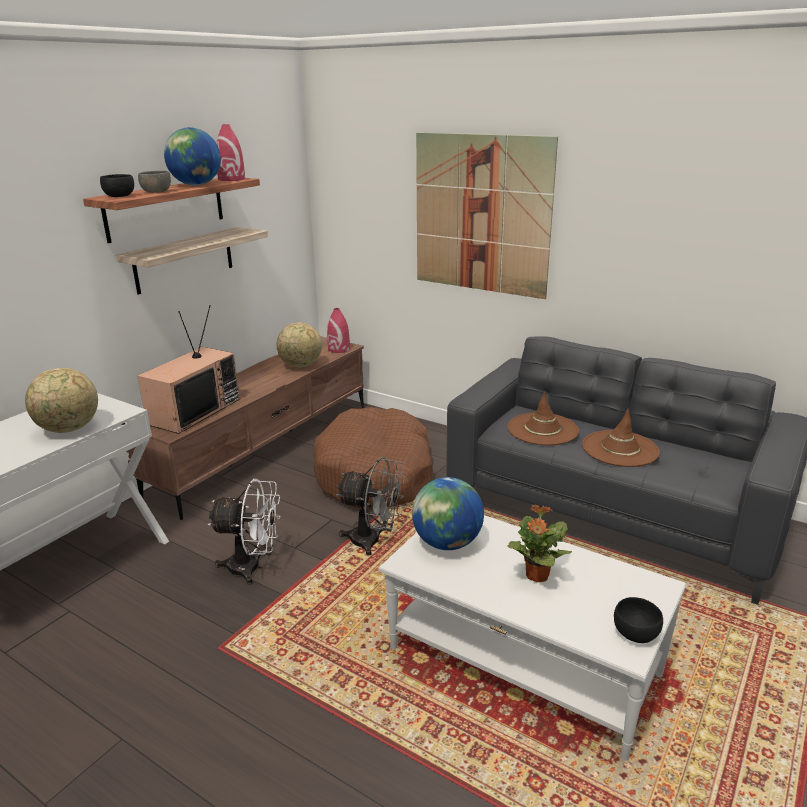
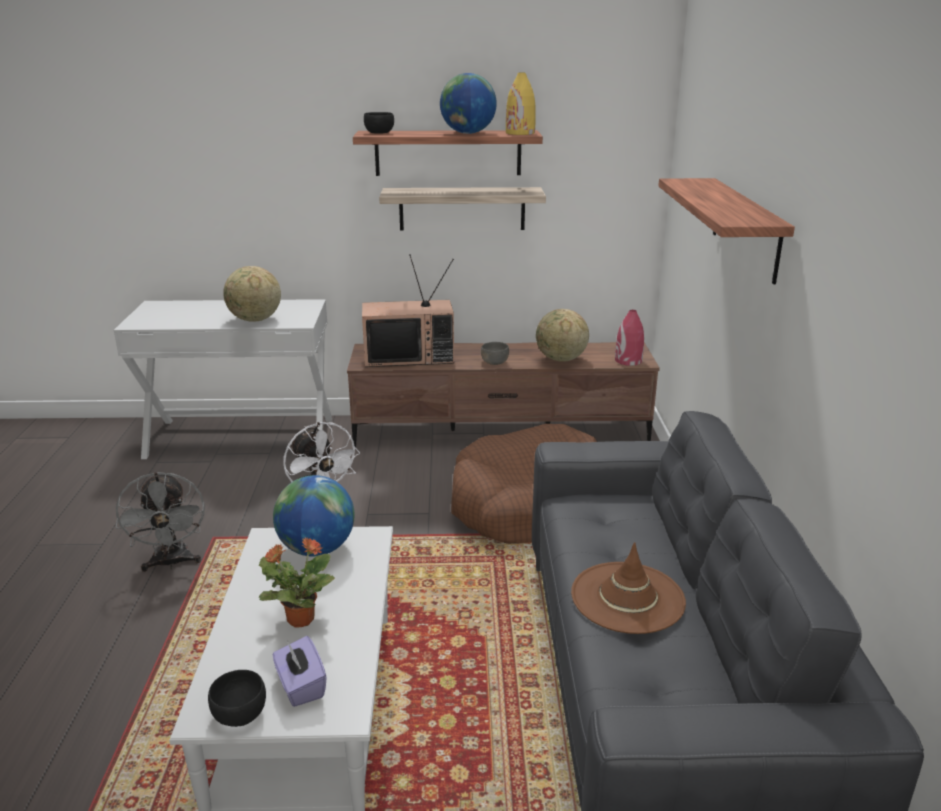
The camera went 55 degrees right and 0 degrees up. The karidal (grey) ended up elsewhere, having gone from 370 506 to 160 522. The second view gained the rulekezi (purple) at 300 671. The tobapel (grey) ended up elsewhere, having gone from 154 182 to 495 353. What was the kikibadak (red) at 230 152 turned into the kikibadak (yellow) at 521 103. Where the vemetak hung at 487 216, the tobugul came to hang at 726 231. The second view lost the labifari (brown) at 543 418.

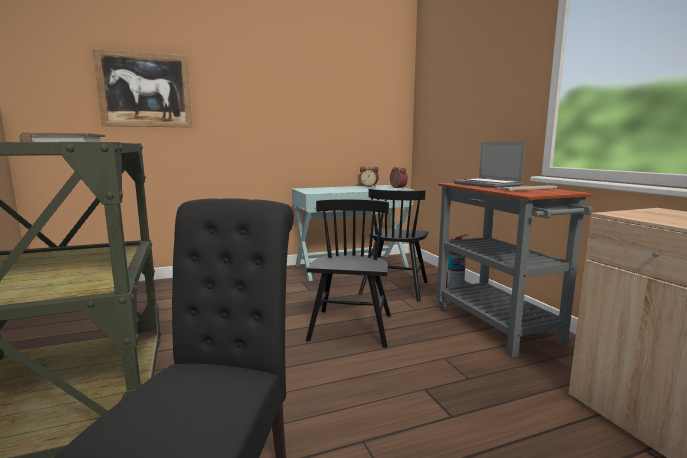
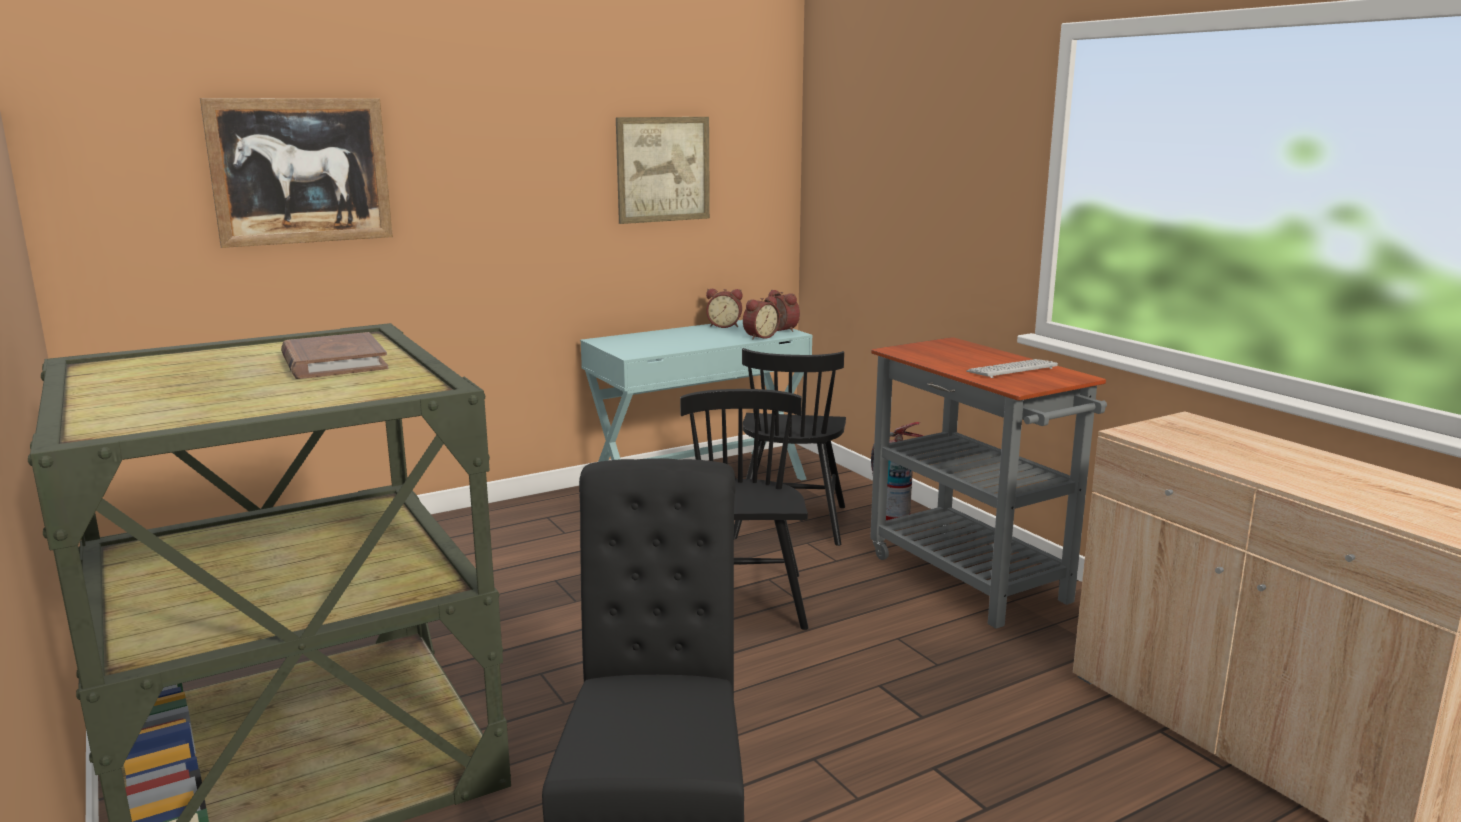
The camera went 10 degrees left and 5 degrees up. The second view gained the vemetak at 663 170. The second view gained the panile at 761 318. The second view lost the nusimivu at 489 165.

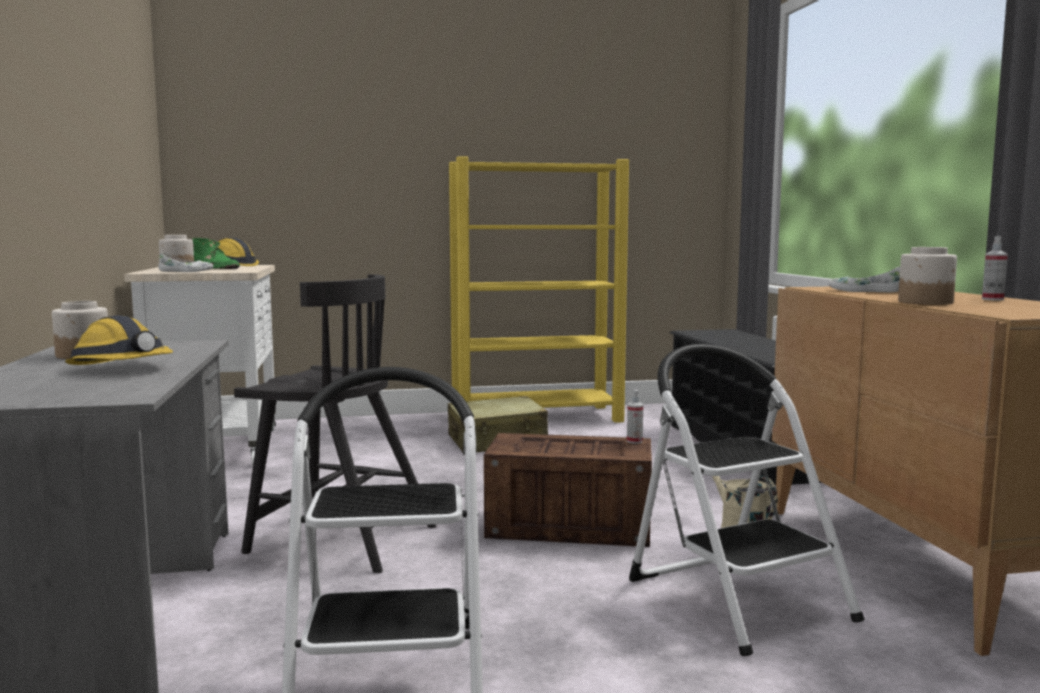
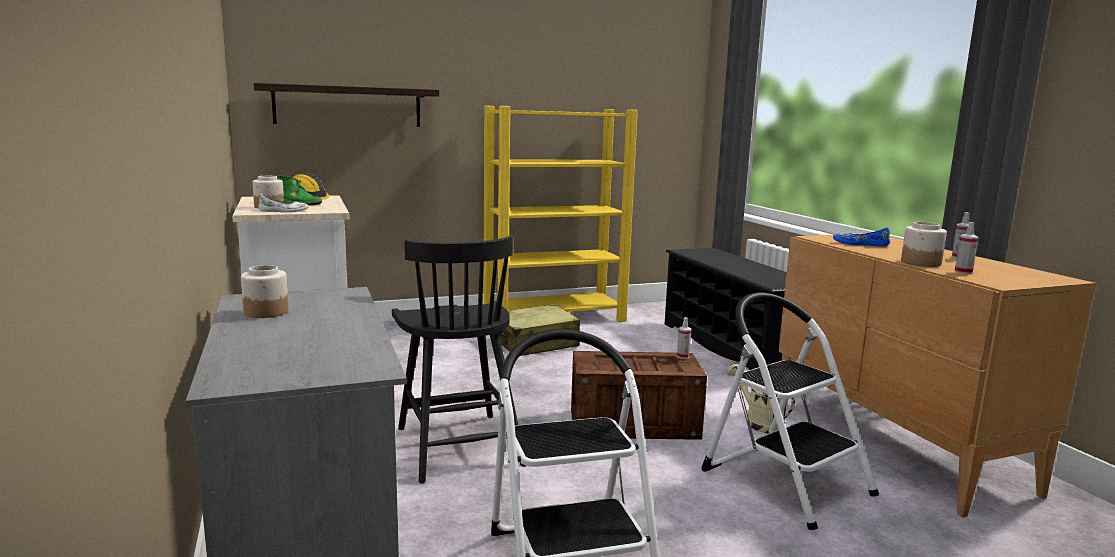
The camera went 10 degrees left and 5 degrees up. The second view gained the tobugul at 346 105. The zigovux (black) at 335 423 ended up facing another way, 60 degrees clockwise from before. What was the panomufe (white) at 864 279 turned into the panomufe (blue) at 861 237. The second view gained the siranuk at 966 248. The second view lost the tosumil at 119 340.

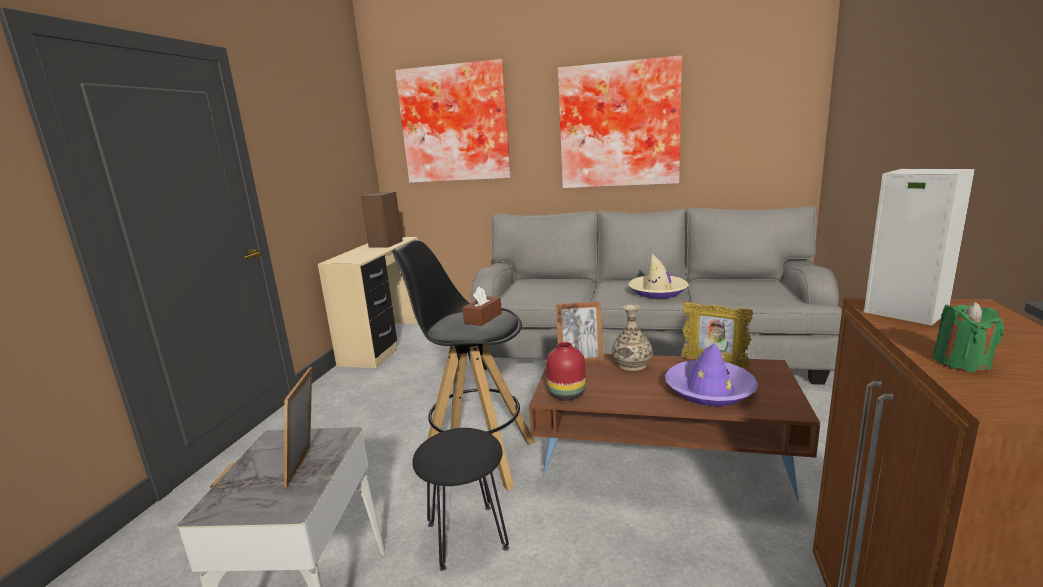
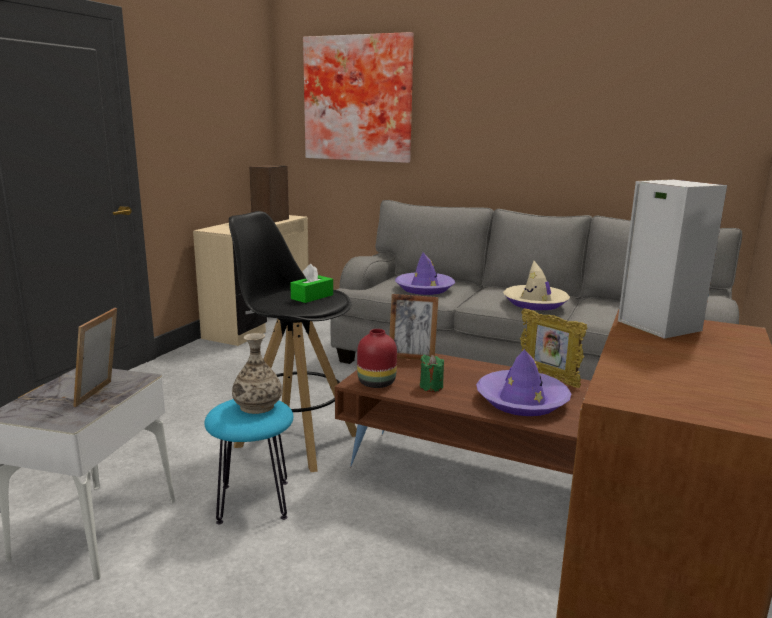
The camera went 10 degrees right and 0 degrees up. What was the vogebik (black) at 460 499 turned into the vogebik (turquoise) at 248 461. The kikibadak ended up elsewhere, having gone from 632 337 to 257 373. What was the rulekezi (brown) at 482 306 turned into the rulekezi (green) at 311 283. The second view gained the labifari (purple) at 425 274. The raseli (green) ended up elsewhere, having gone from 968 337 to 432 373. The second view lost the vemetak at 620 121.

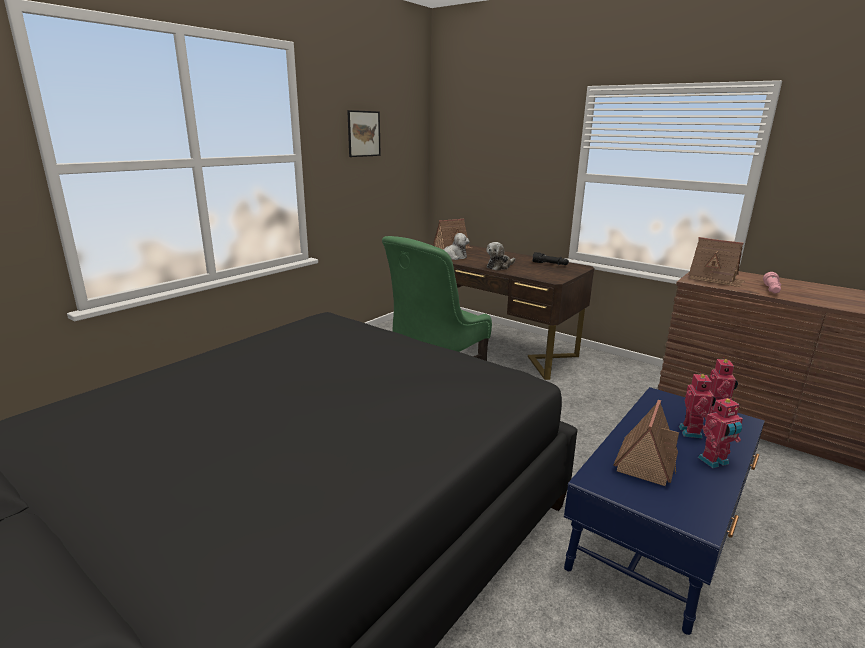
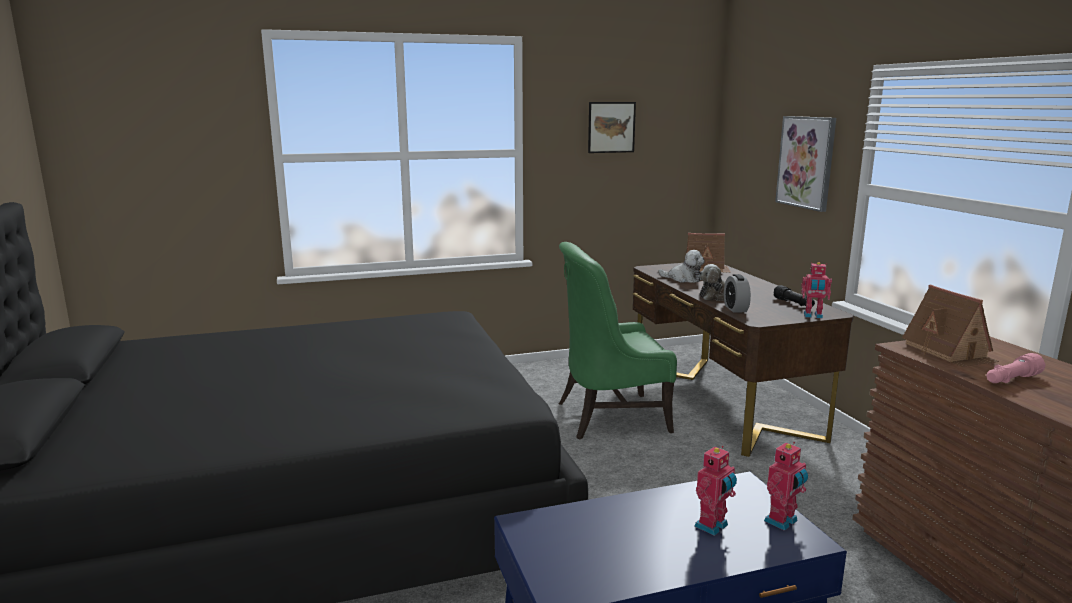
The camera went 35 degrees right and 5 degrees down. The second view gained the panile at 737 293. The second view gained the vemetak at 805 164. The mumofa ended up elsewhere, having gone from 720 433 to 816 290. The second view lost the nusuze at 646 443.

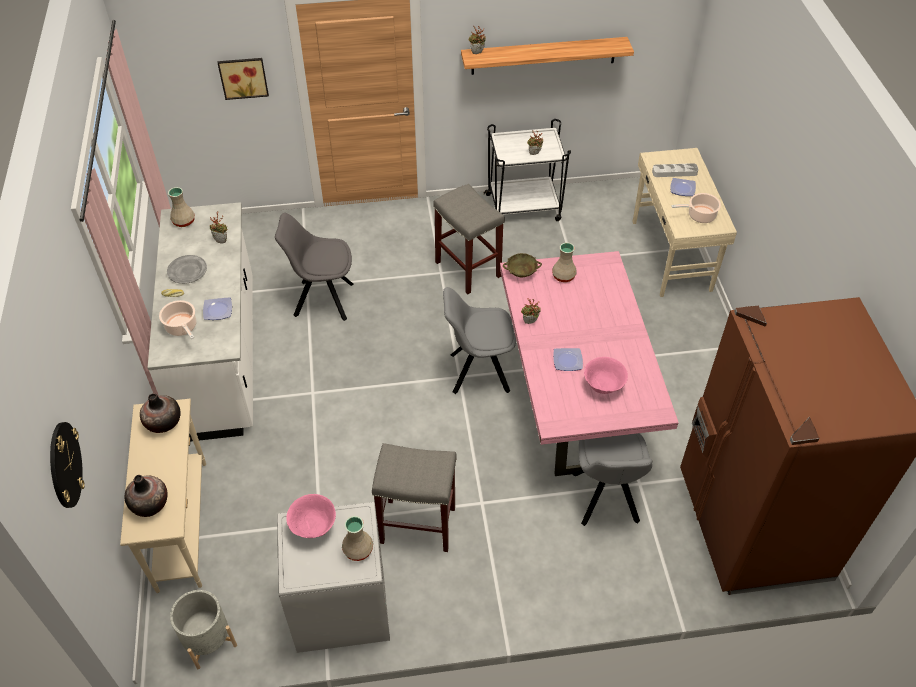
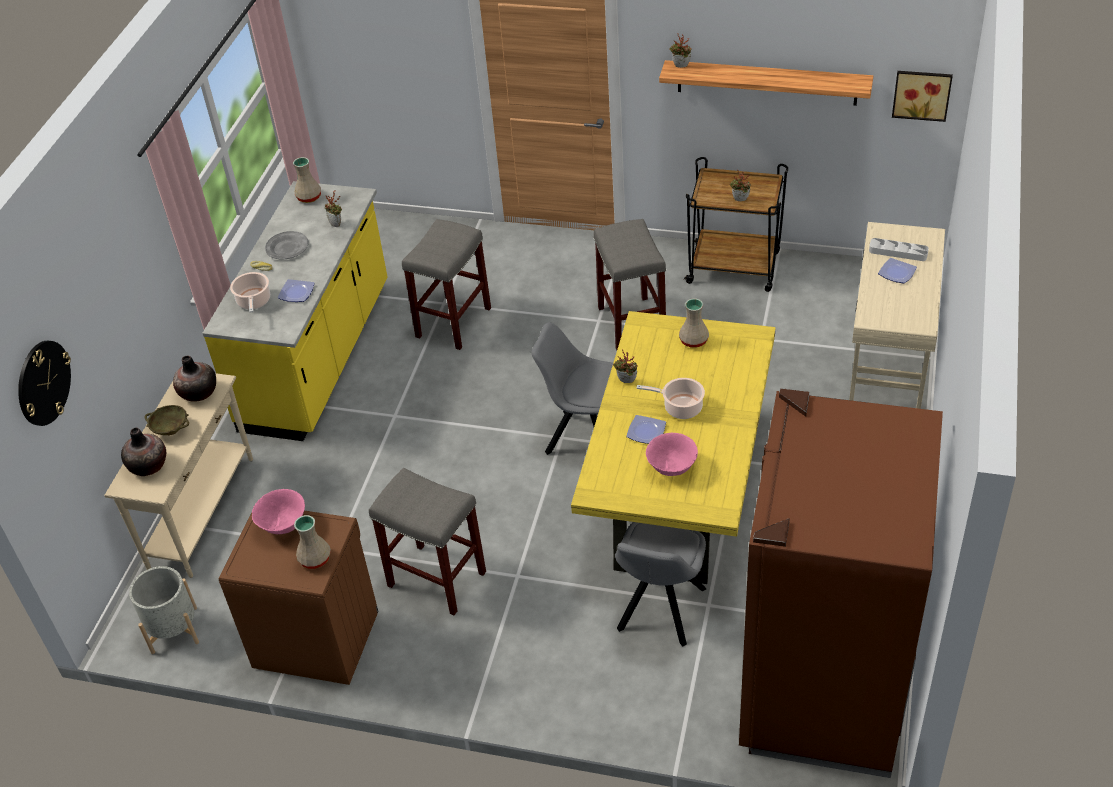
The camera went 25 degrees right and 5 degrees down. The tobapel (beige) ended up elsewhere, having gone from 522 265 to 166 420. What was the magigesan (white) at 200 322 turned into the magigesan (yellow) at 295 311. What was the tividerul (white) at 333 577 turned into the tividerul (brown) at 298 598. Where the zigovux (grey) stood at 314 267, the vogebik (grey) came to stand at 446 284. What was the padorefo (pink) at 589 363 turned into the padorefo (yellow) at 673 447. The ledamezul ended up elsewhere, having gone from 696 208 to 671 398. What was the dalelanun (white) at 527 170 turned into the dalelanun (brown) at 736 224. The vemetak ended up elsewhere, having gone from 243 79 to 922 96.

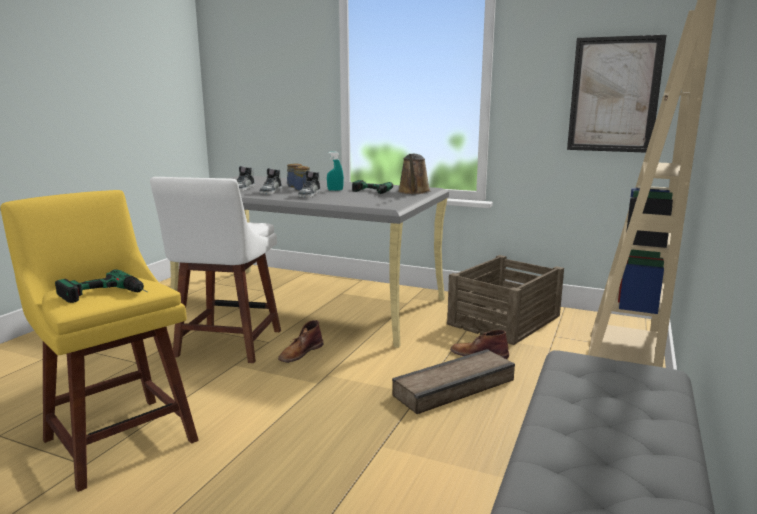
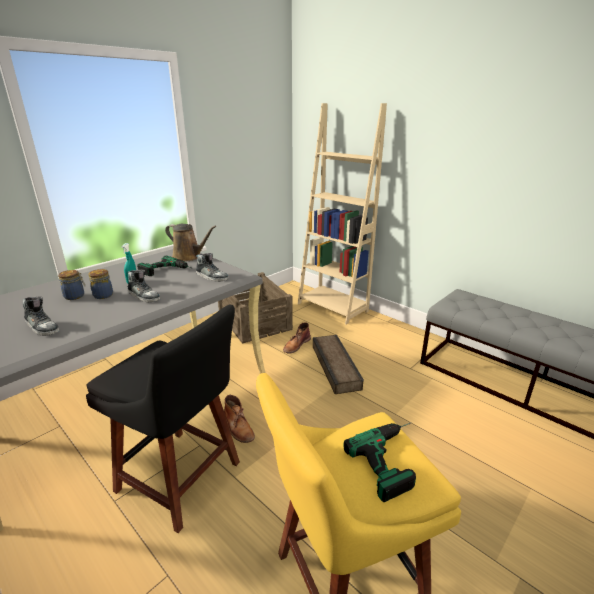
The camera went 70 degrees left and 10 degrees up. What was the vogebik (white) at 215 270 turned into the vogebik (black) at 163 418. The panomufe ended up elsewhere, having gone from 271 181 to 212 267. The second view lost the vemetak at 616 94.

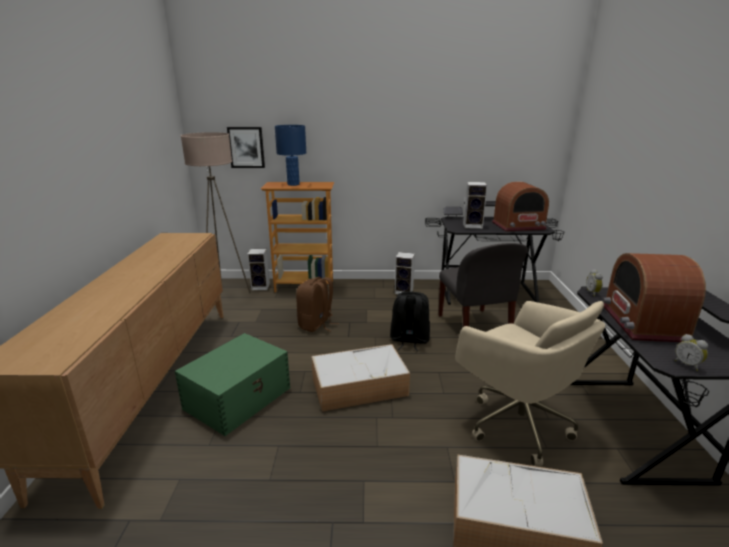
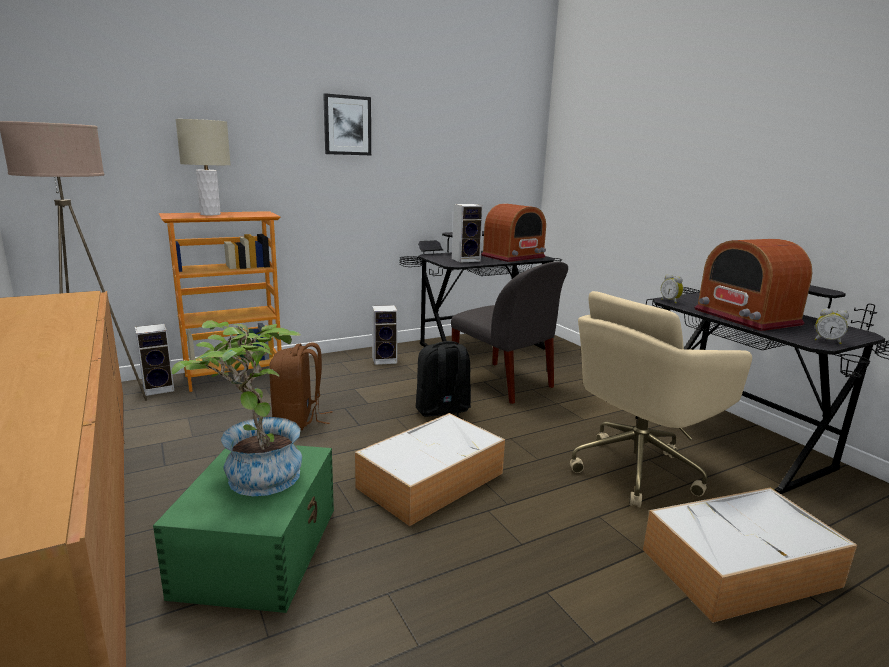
The camera went 30 degrees left and 5 degrees down. The second view gained the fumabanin at 237 408. What was the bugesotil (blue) at 290 155 turned into the bugesotil (beige) at 203 167. The vemetak ended up elsewhere, having gone from 246 147 to 347 124. The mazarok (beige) at 530 383 ended up facing another way, 120 degrees clockwise from before.

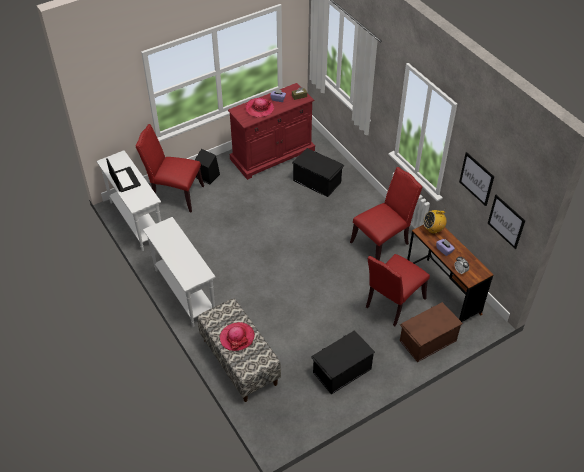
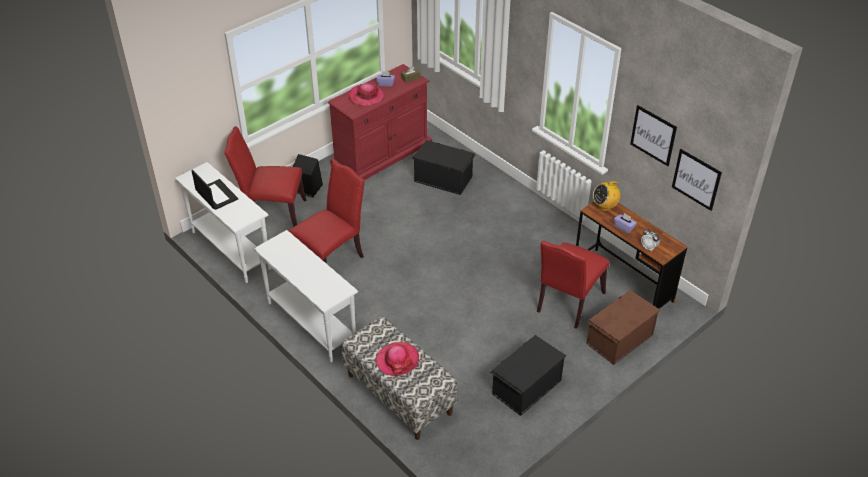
The camera went 10 degrees left and 5 degrees down. The zigovux (red) ended up elsewhere, having gone from 386 214 to 327 212.

